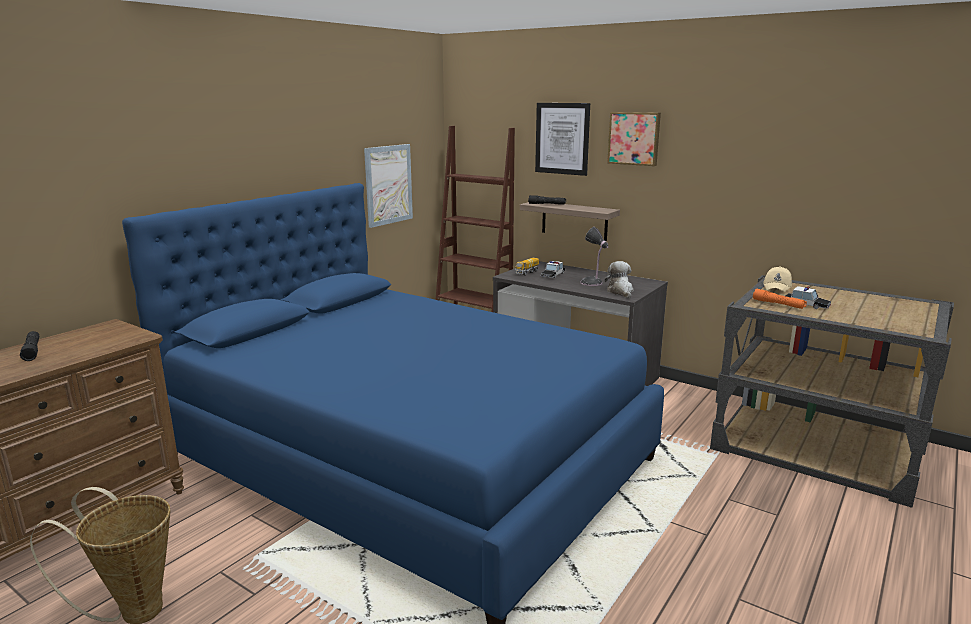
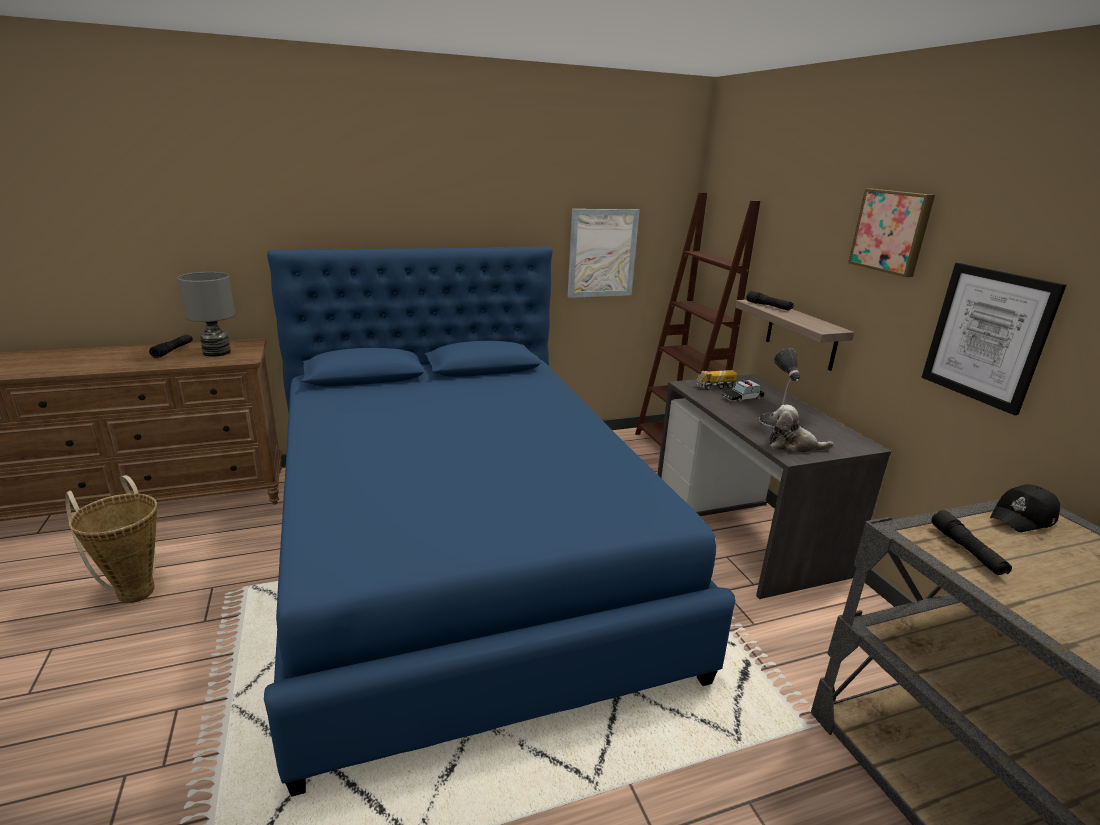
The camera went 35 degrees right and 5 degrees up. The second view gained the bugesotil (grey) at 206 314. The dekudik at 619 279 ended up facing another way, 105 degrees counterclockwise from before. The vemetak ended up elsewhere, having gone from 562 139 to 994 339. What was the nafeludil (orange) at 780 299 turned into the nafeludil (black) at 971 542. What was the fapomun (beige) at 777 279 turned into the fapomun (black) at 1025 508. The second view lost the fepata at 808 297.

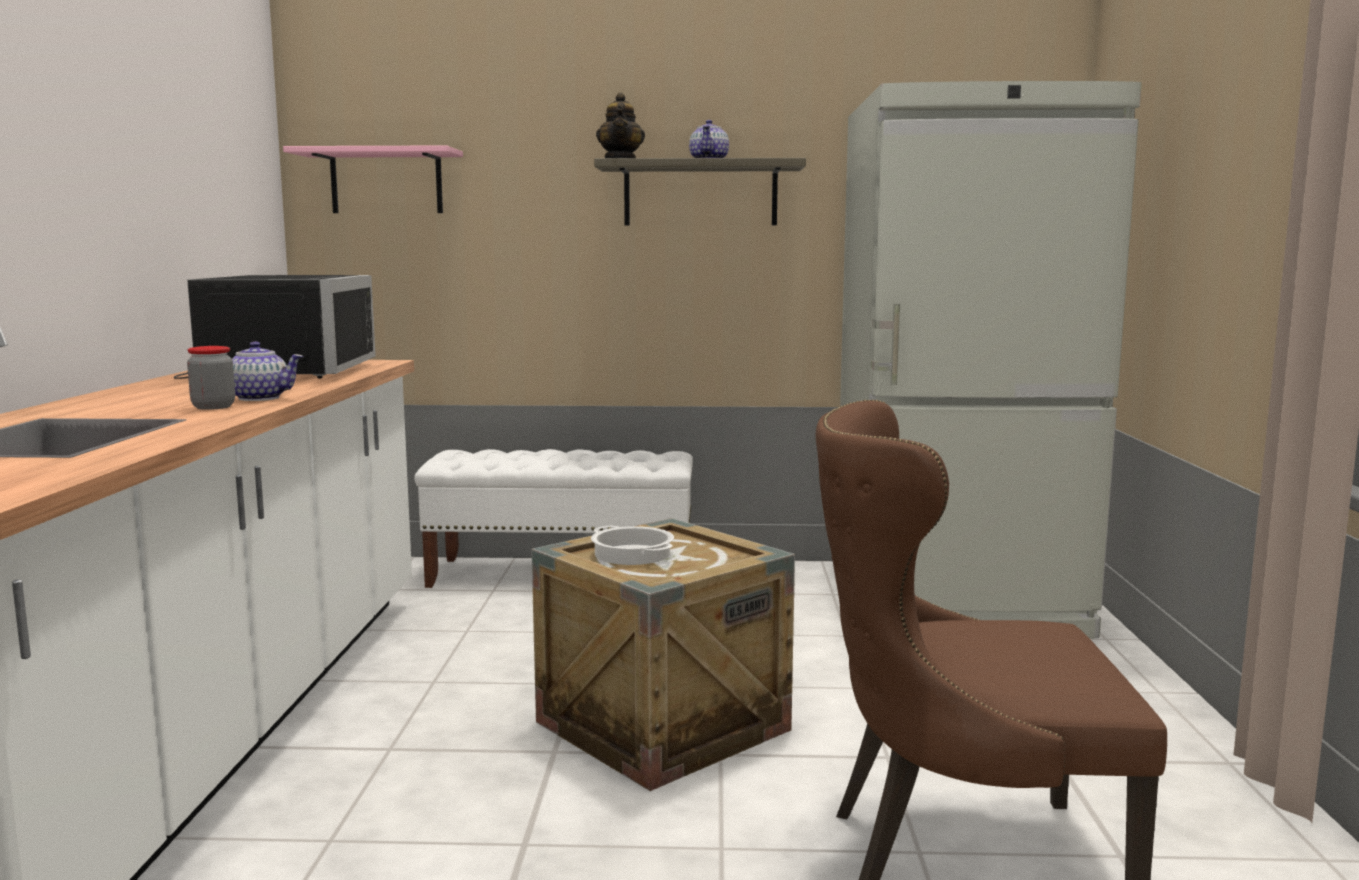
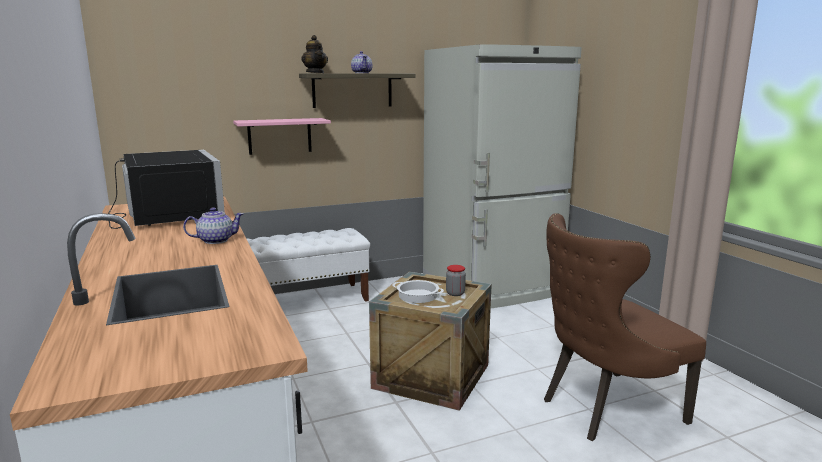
The camera went 25 degrees left and 5 degrees up. The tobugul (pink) ended up elsewhere, having gone from 373 179 to 282 136. The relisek ended up elsewhere, having gone from 211 378 to 456 280.

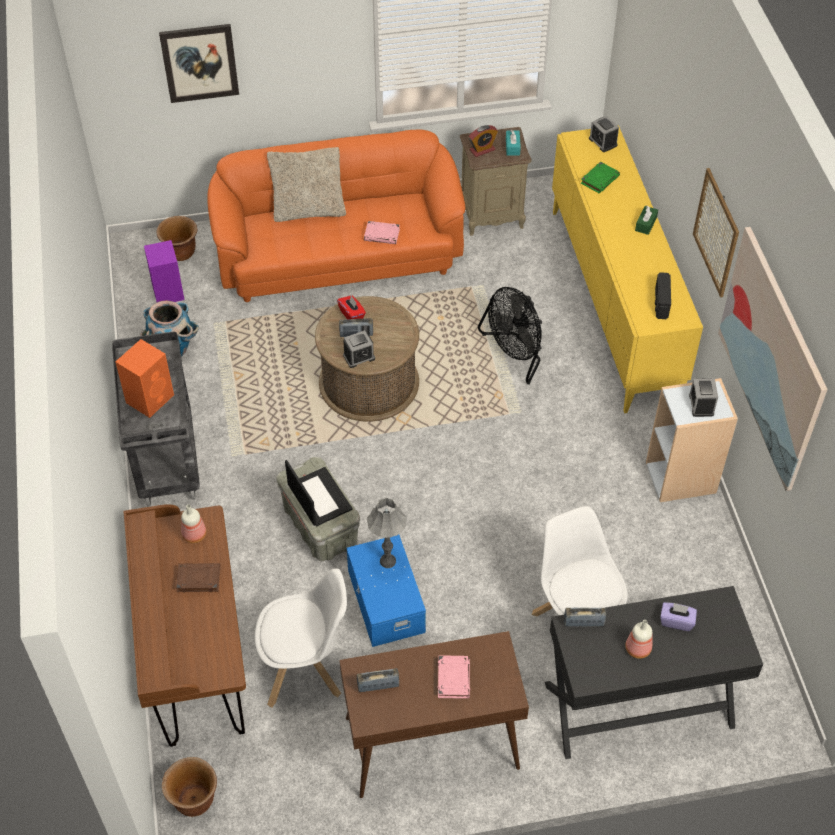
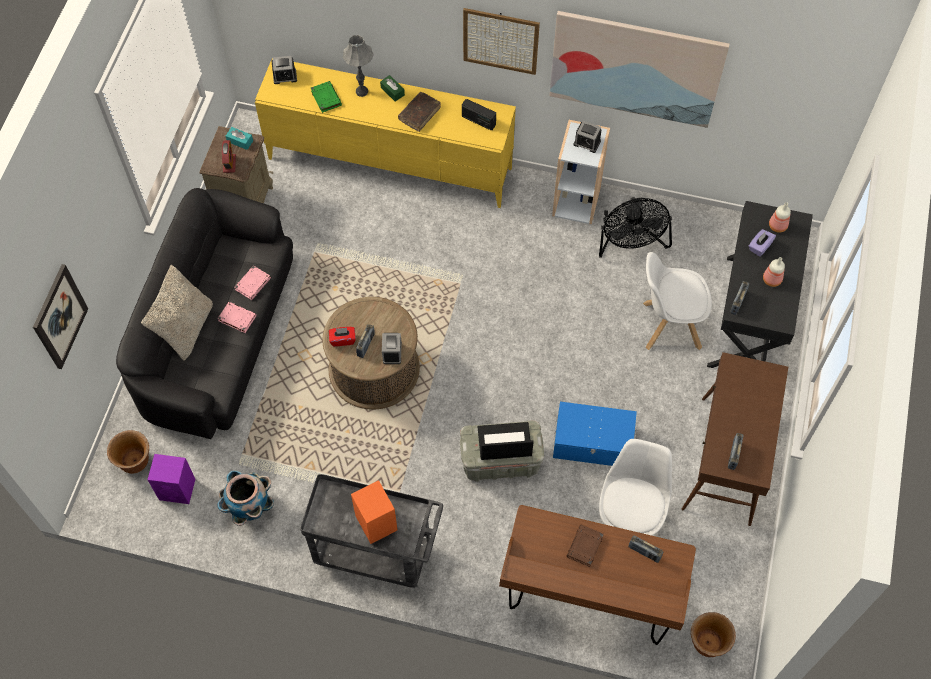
The camera went 65 degrees left and 10 degrees up. What was the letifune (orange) at 336 216 turned into the letifune (black) at 204 313. The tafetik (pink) ended up elsewhere, having gone from 454 677 to 237 317. The bugesotil (grey) ended up elsewhere, having gone from 387 533 to 358 66. The second view gained the tafetik (brown) at 419 112. The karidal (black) ended up elsewhere, having gone from 510 336 to 635 227. The second view gained the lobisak at 645 549. The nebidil ended up elsewhere, having gone from 193 523 to 780 217.

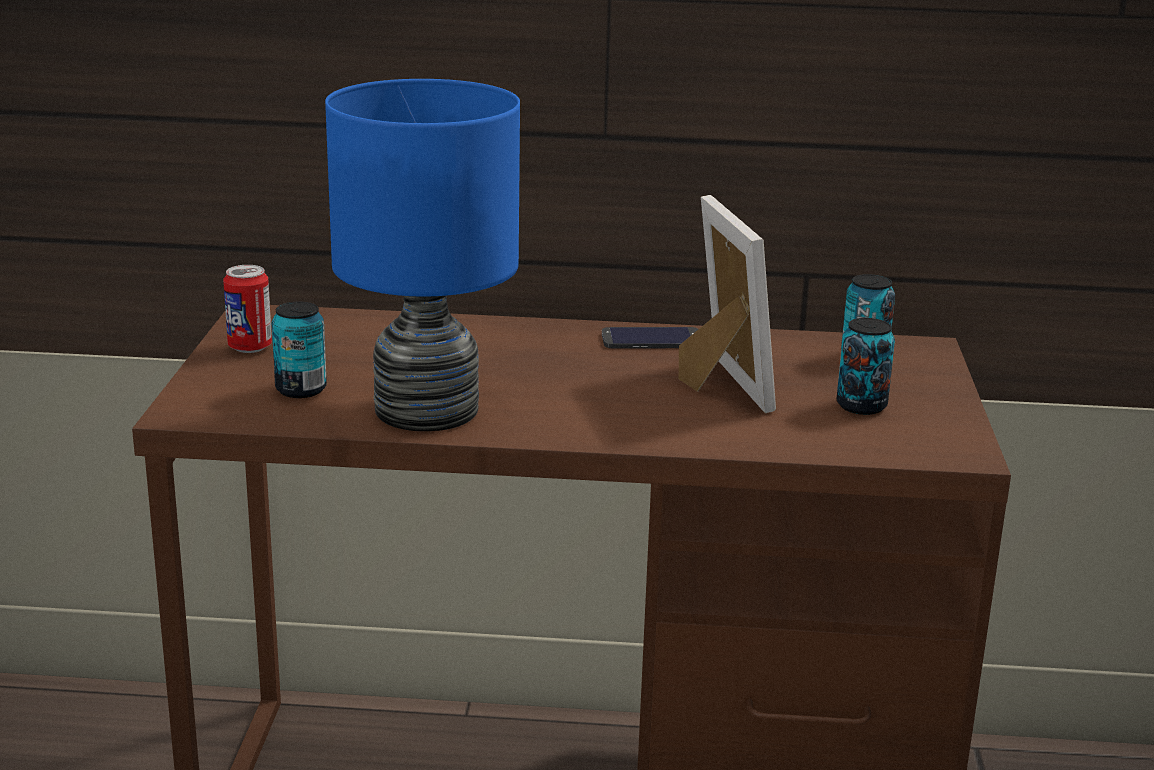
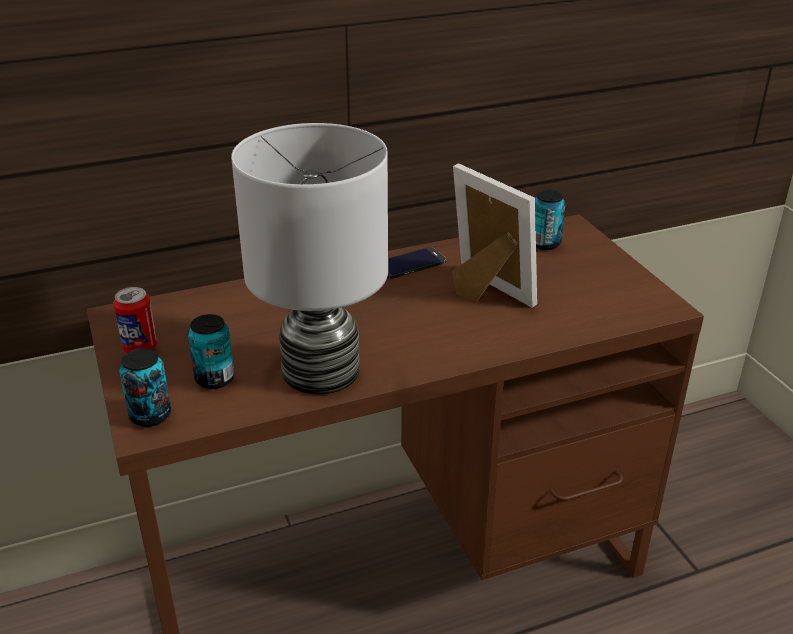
The camera went 25 degrees left and 10 degrees up. The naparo ended up elsewhere, having gone from 866 366 to 145 387. What was the bugesotil (blue) at 422 255 turned into the bugesotil (grey) at 309 259.

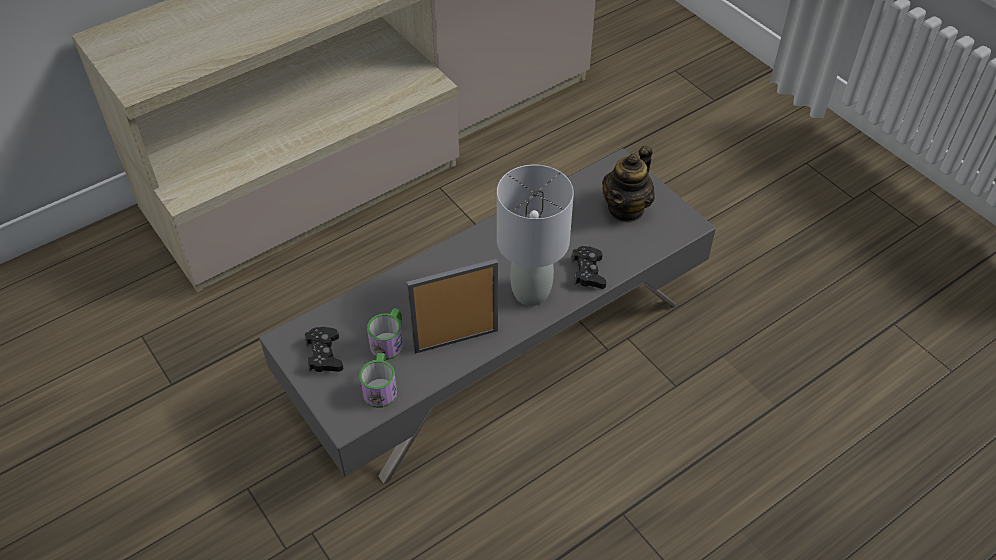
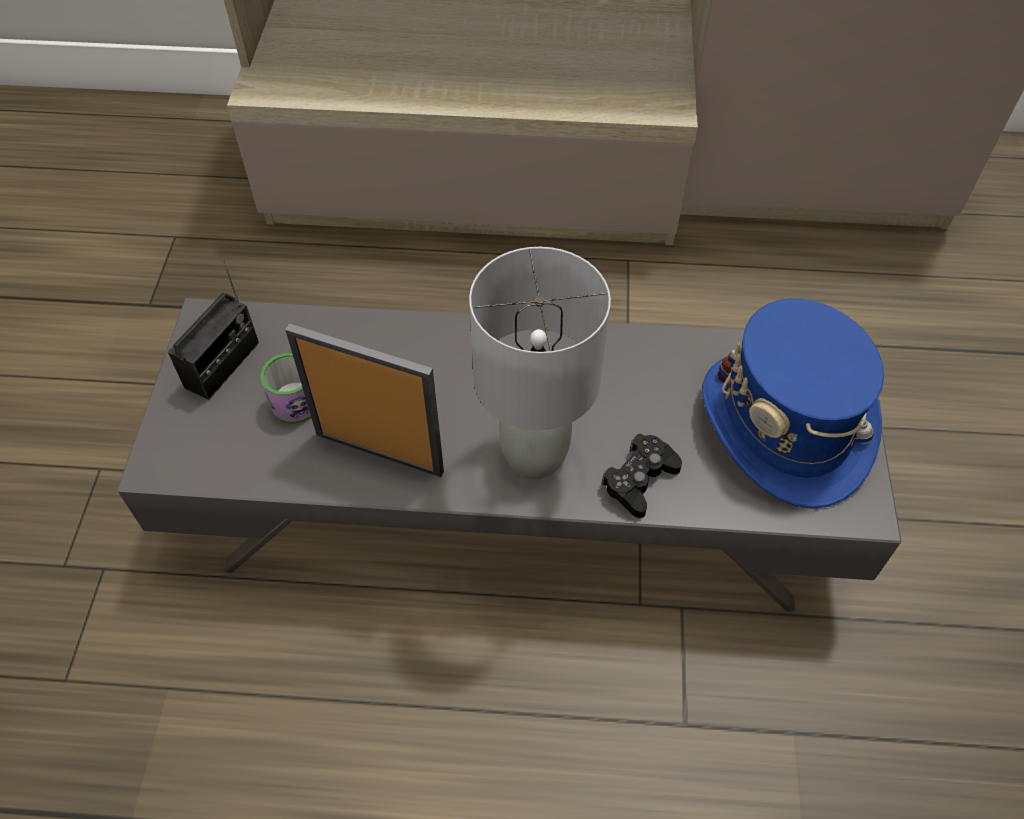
The camera went 40 degrees right and 5 degrees up. Where the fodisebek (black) stood at 323 349, the lobisak came to stand at 213 330. Where the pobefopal stood at 628 184, the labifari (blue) came to stand at 793 403. The second view lost the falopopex at 378 380.

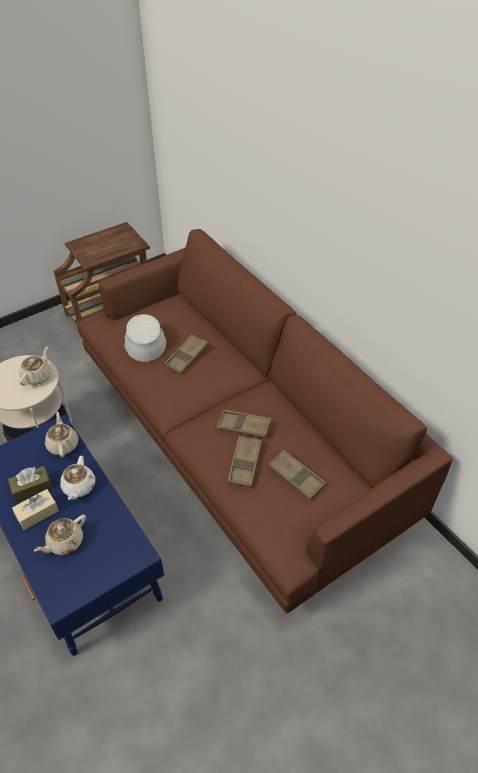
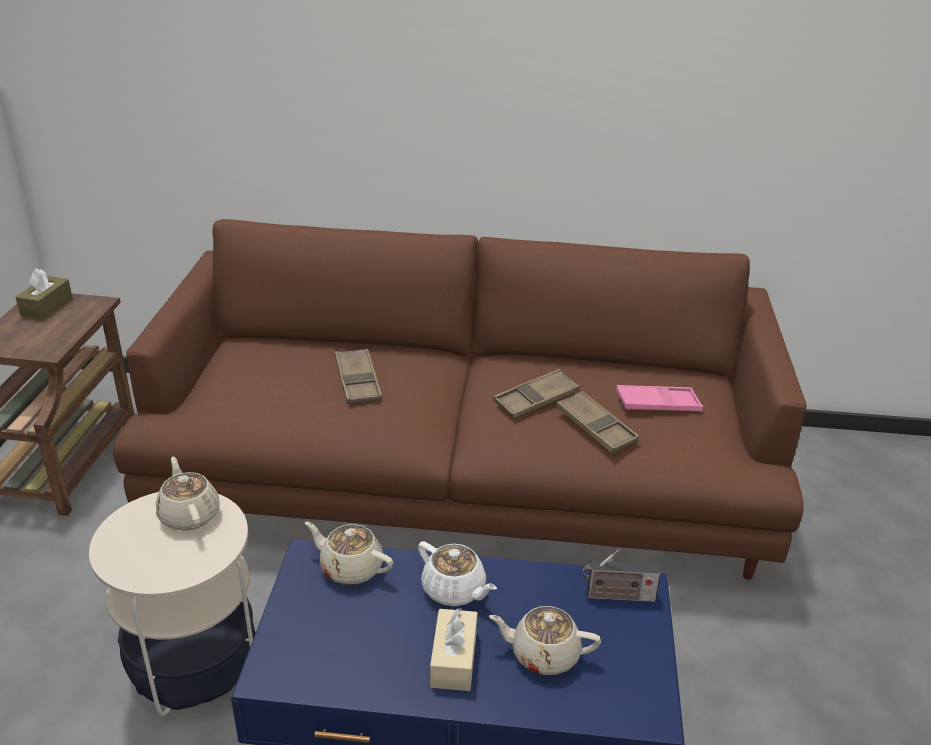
The camera went 50 degrees left and 15 degrees down. The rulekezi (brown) ended up elsewhere, having gone from 30 484 to 44 294. The pobefopal (beige) at 60 535 ended up facing another way, 105 degrees clockwise from before. The second view gained the lobisak at 622 575. What was the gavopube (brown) at 297 475 turned into the gavopube (pink) at 659 398. The second view lost the labifari (grey) at 145 338.

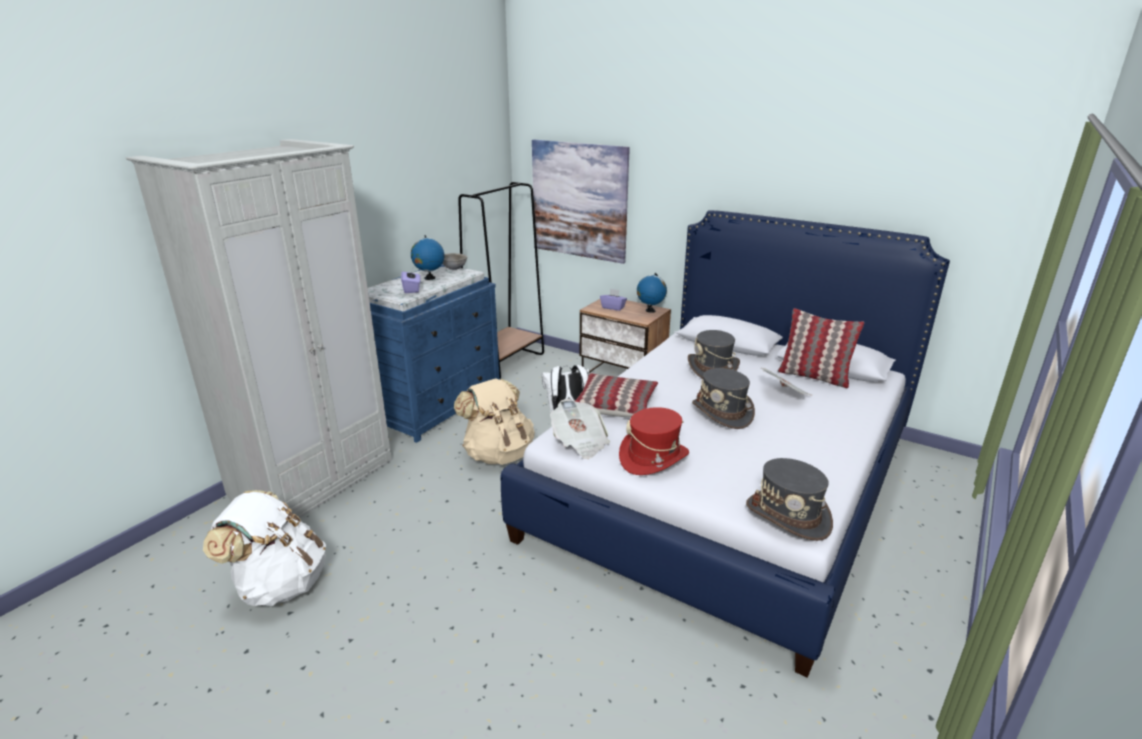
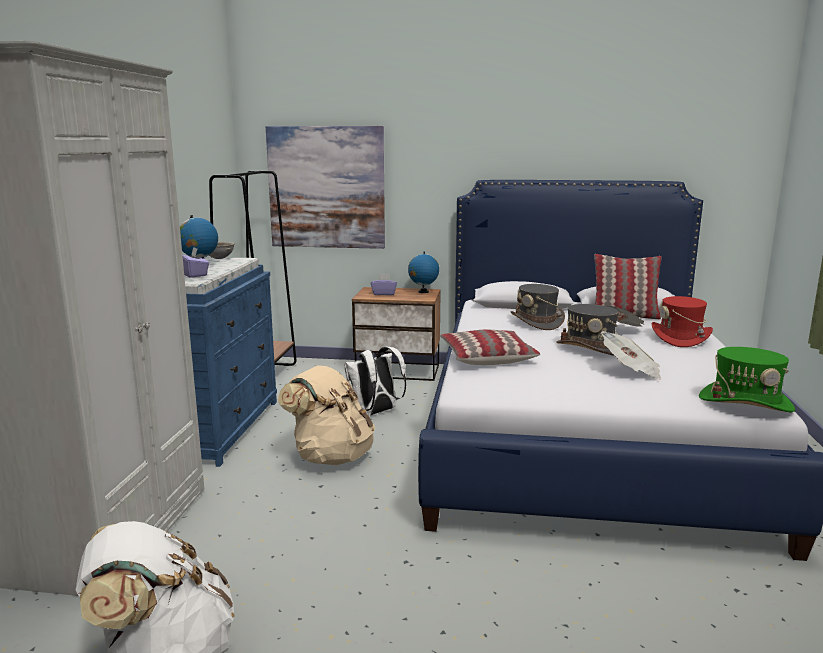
The camera went 25 degrees left and 10 degrees down. The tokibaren ended up elsewhere, having gone from 580 429 to 631 355. The labifari (red) ended up elsewhere, having gone from 654 441 to 682 321. What was the labifari (grey) at 789 499 turned into the labifari (green) at 747 380.

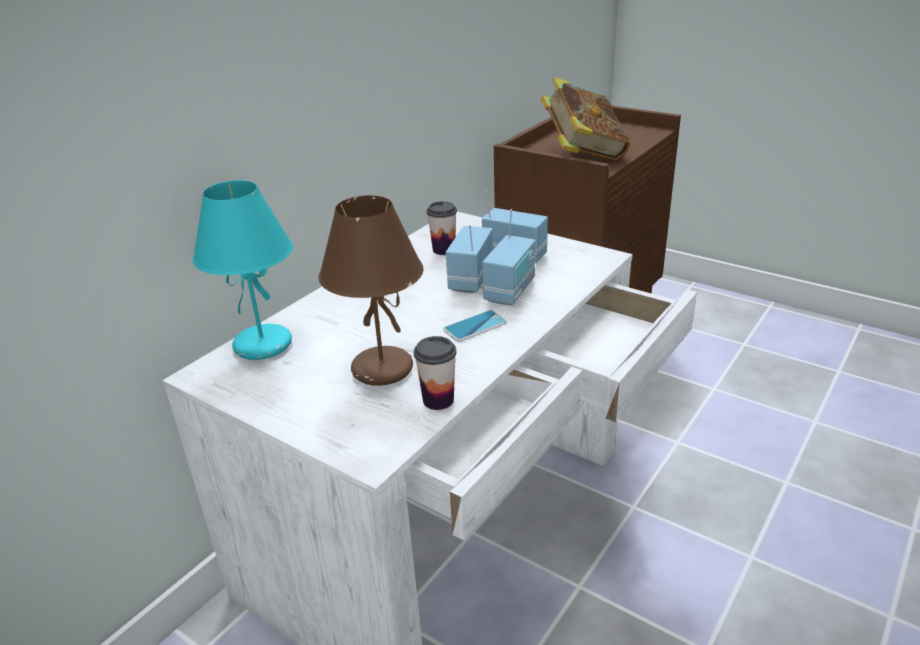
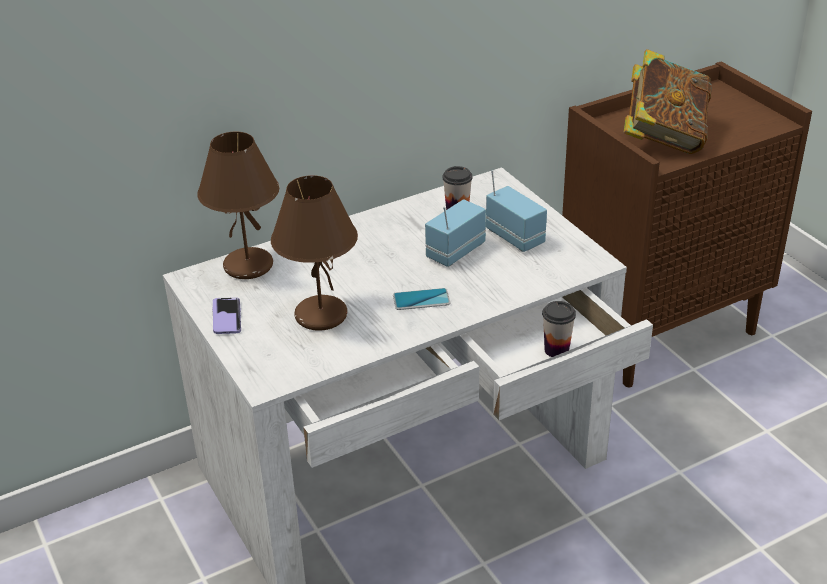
The camera went 25 degrees right and 5 degrees up. What was the bugesotil (turquoise) at 243 270 turned into the bugesotil (brown) at 238 205. The second view gained the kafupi at 226 315. The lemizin ended up elsewhere, having gone from 435 373 to 559 329. The second view lost the lobisak at 509 257.

